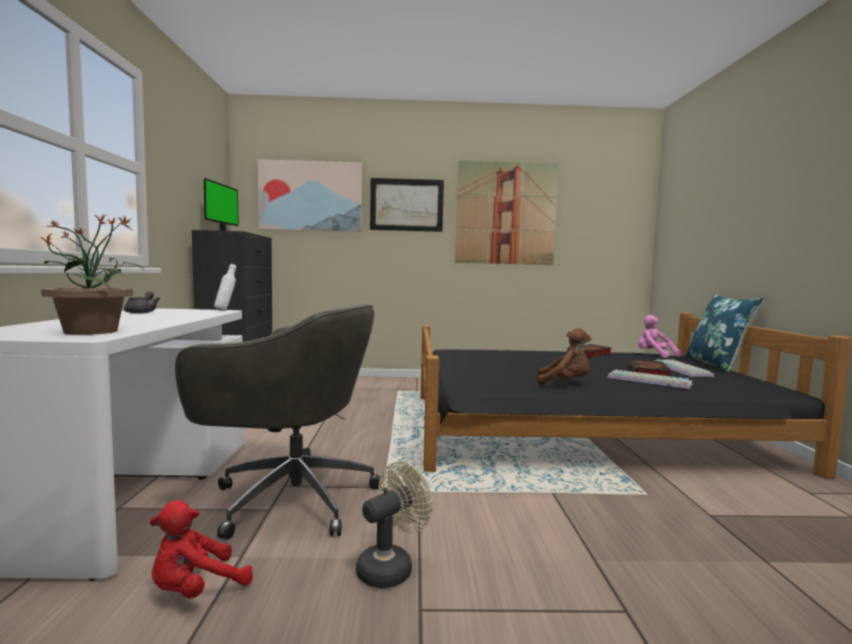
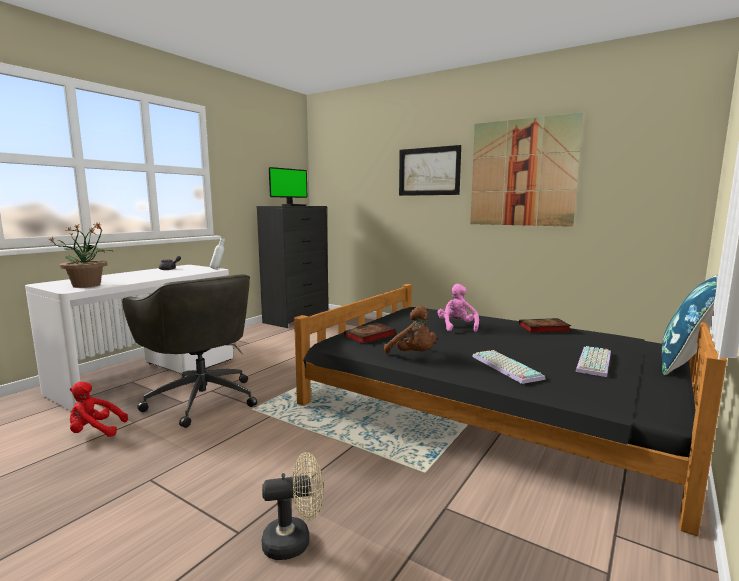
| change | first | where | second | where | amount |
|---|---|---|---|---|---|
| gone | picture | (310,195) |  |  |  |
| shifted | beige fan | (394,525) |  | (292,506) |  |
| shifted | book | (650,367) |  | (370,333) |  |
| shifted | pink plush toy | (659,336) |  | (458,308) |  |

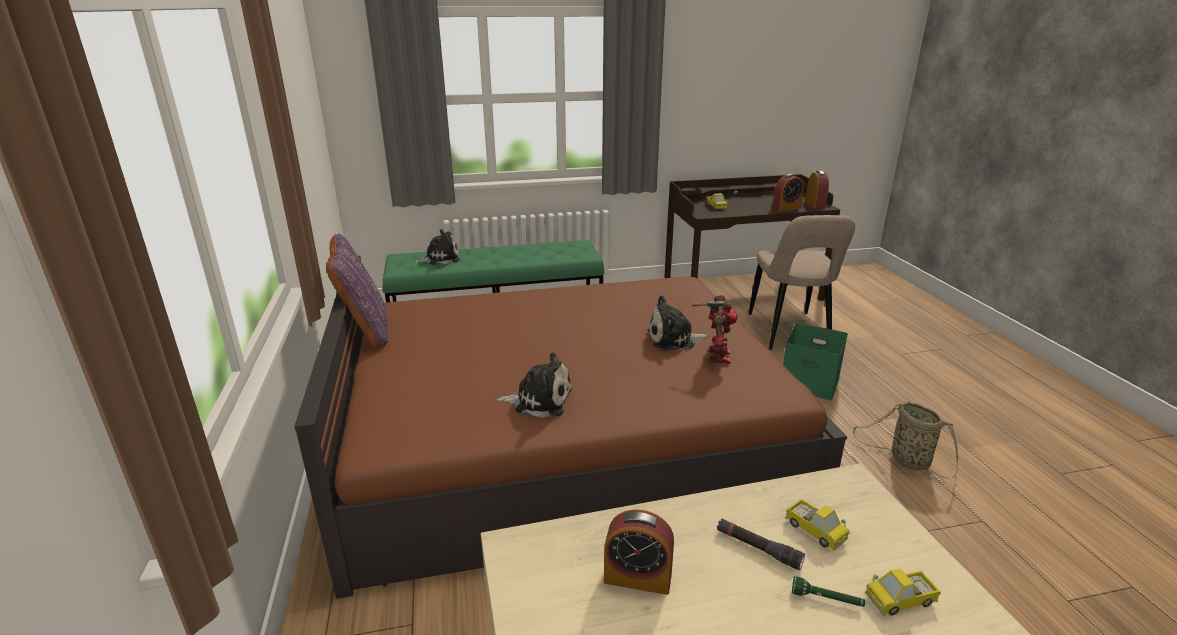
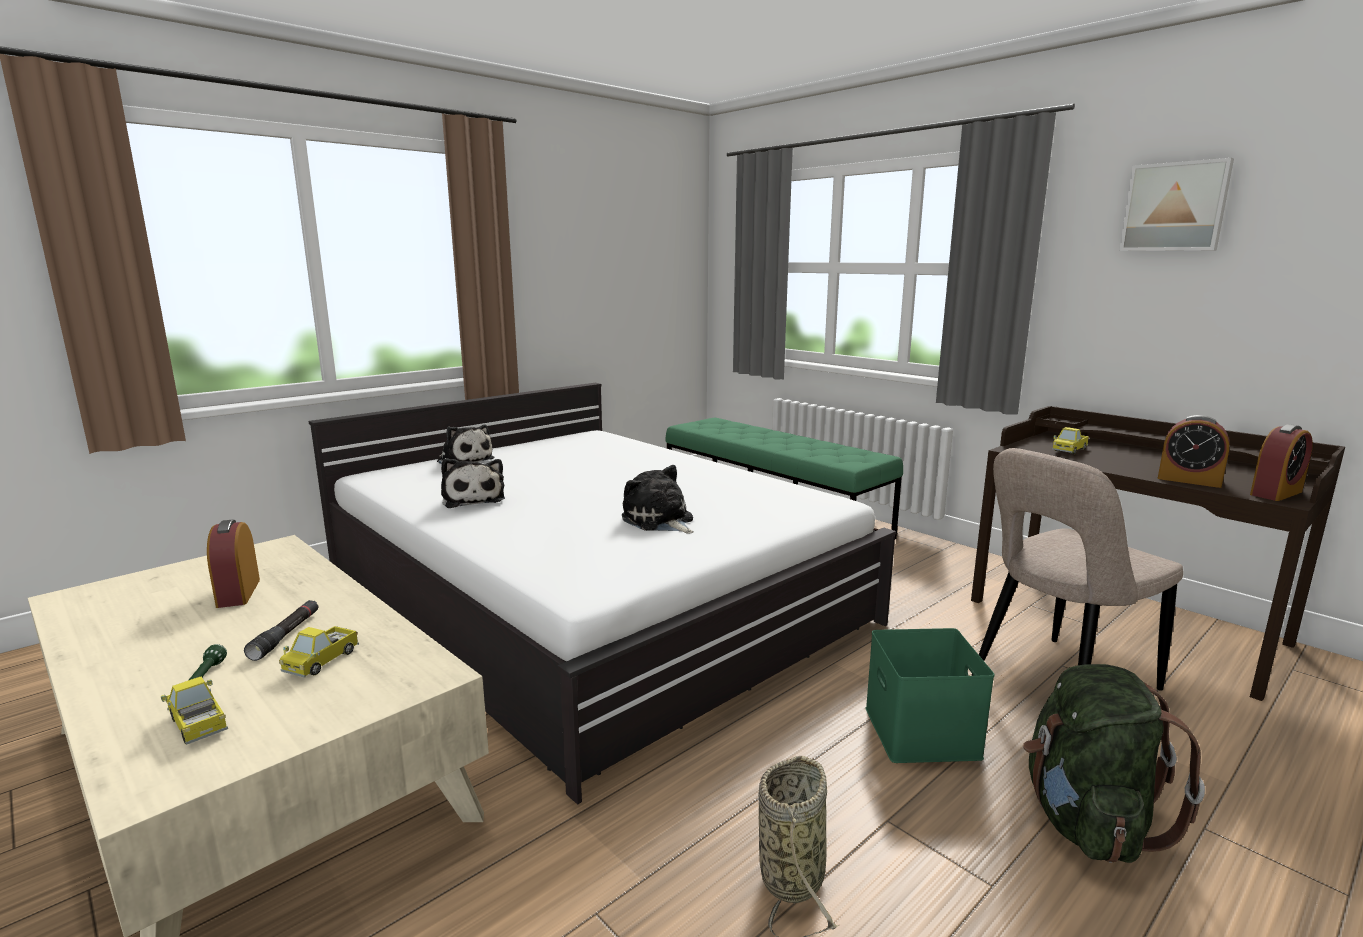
| change | first | where | second | where | amount |
|---|---|---|---|---|---|
| gone | purple pillow | (357,291) |  |  |  |
| gone | toy robot | (714,329) |  |  |  |
| new |  |  | green backpack | (1114,763) |  |
| new |  |  | picture | (1176,204) |  |
| shifted | plush toy | (437,247) |  | (465,444) |  |
| repainted | brown bed | (570,427) | white bed | (602,594) |  |

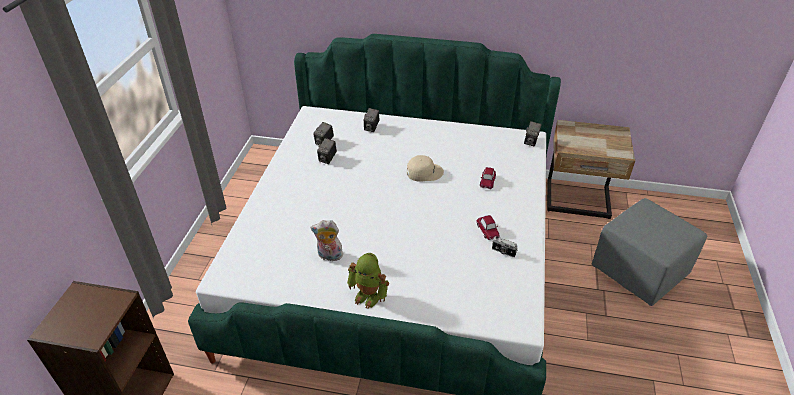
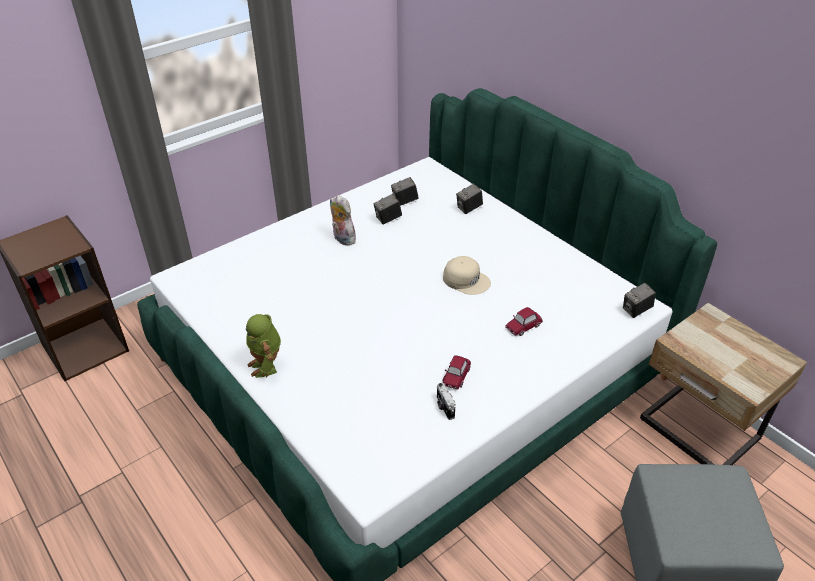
| change | first | where | second | where | amount |
|---|---|---|---|---|---|
| shifted | plush toy | (326,240) |  | (343,220) |  |

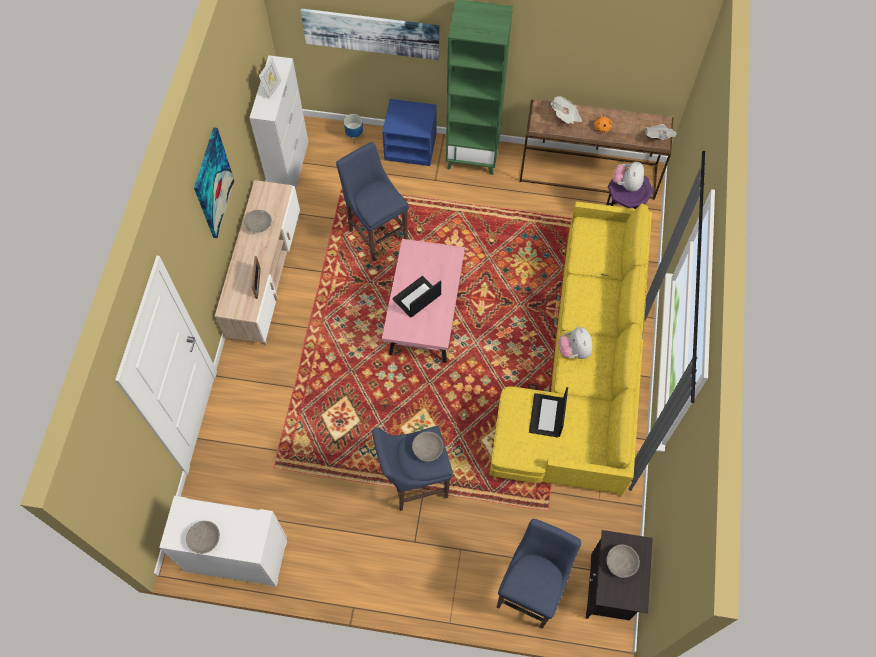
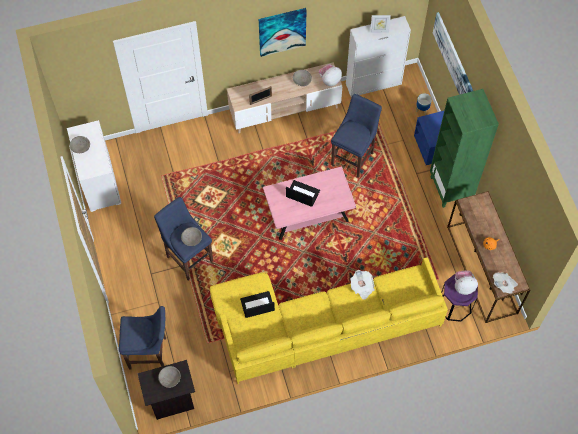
| change | first | where | second | where | amount |
|---|---|---|---|---|---|
| shifted | newspaper | (566,110) |  | (362,285) |  |
| shifted | plush toy | (575,343) |  | (330,75) |  |

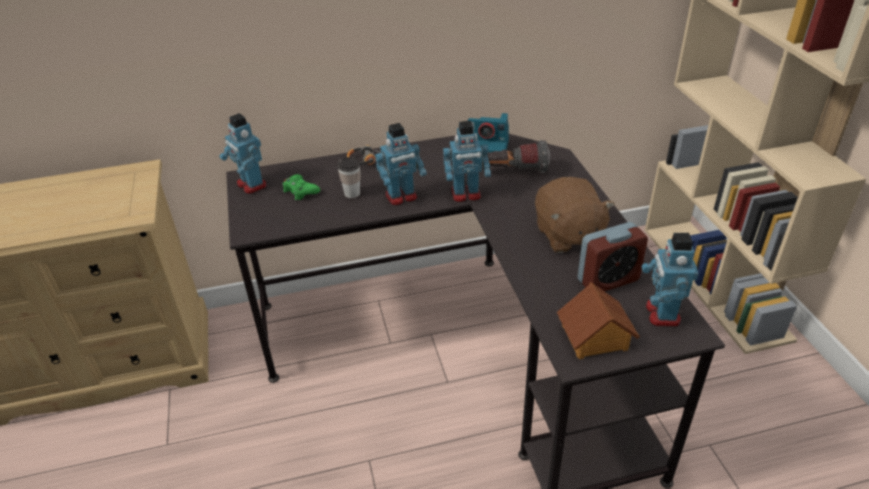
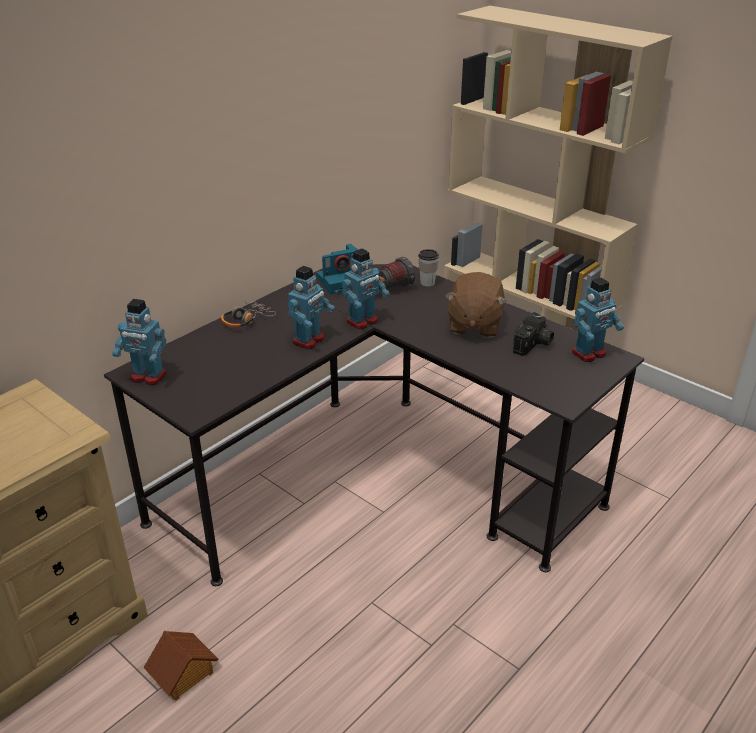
| change | first | where | second | where | amount |
|---|---|---|---|---|---|
| gone | green game controller | (301,187) |  |  |  |
| shifted | cup | (348,177) |  | (428,268) |  |
| shifted | toy house | (598,320) |  | (180,665) |  |
| swapped | alarm clock | (612,256) | photo camera | (533,335) |  |
| rotated | brown plush toy | (574,215) |  | (476,305) | 60 degrees clockwise |
| rotated | toy robot | (670,280) |  | (598,320) | 90 degrees counterclockwise |

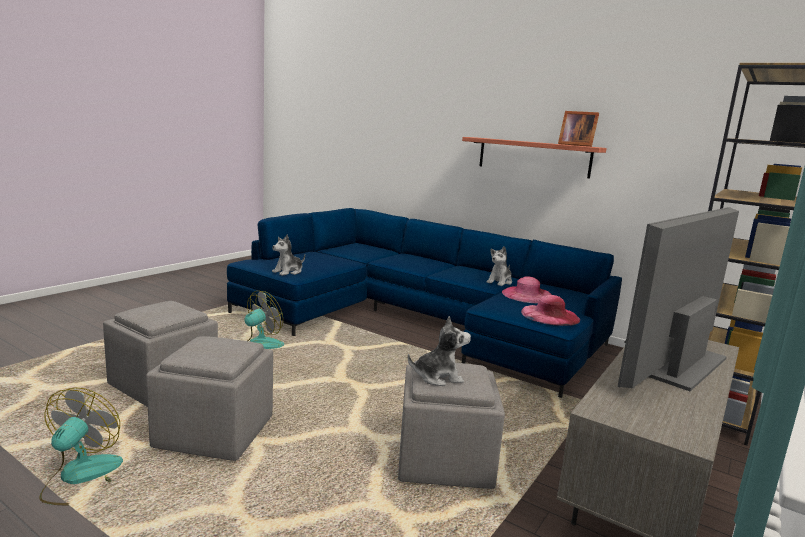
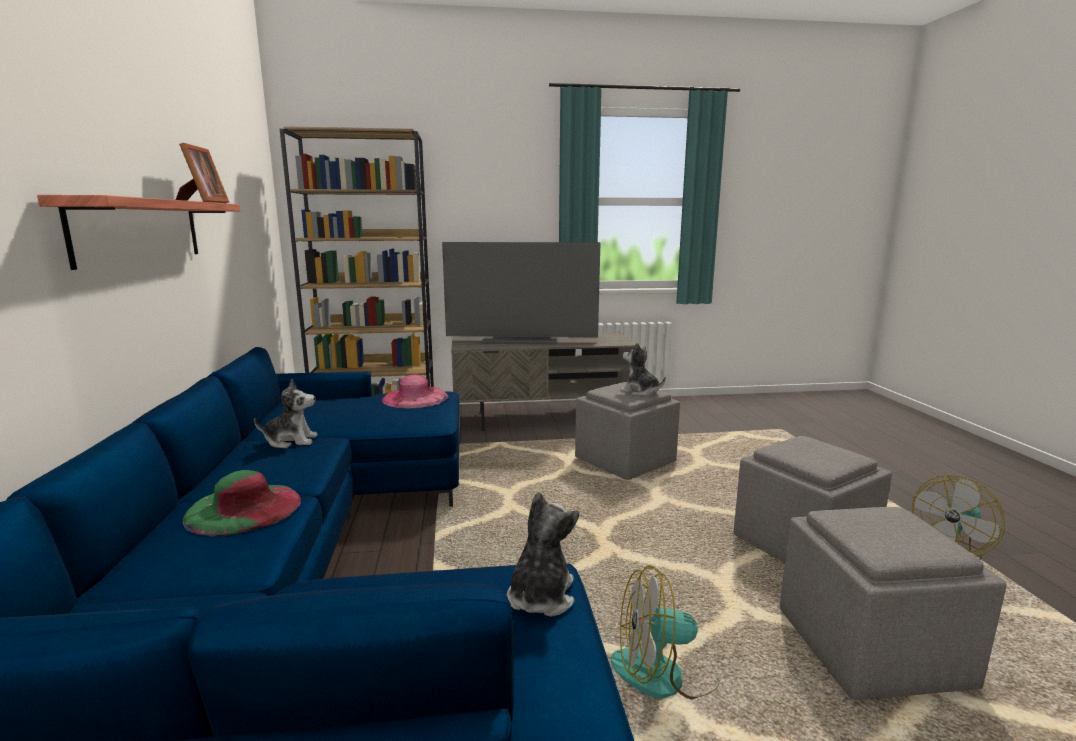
| change | first | where | second | where | amount |
|---|---|---|---|---|---|
| gone | pink hat | (527,290) |  |  |  |
| new |  |  | green hat | (242,503) |  |
| rotated | plush toy | (288,255) |  | (543,554) | 75 degrees counterclockwise |

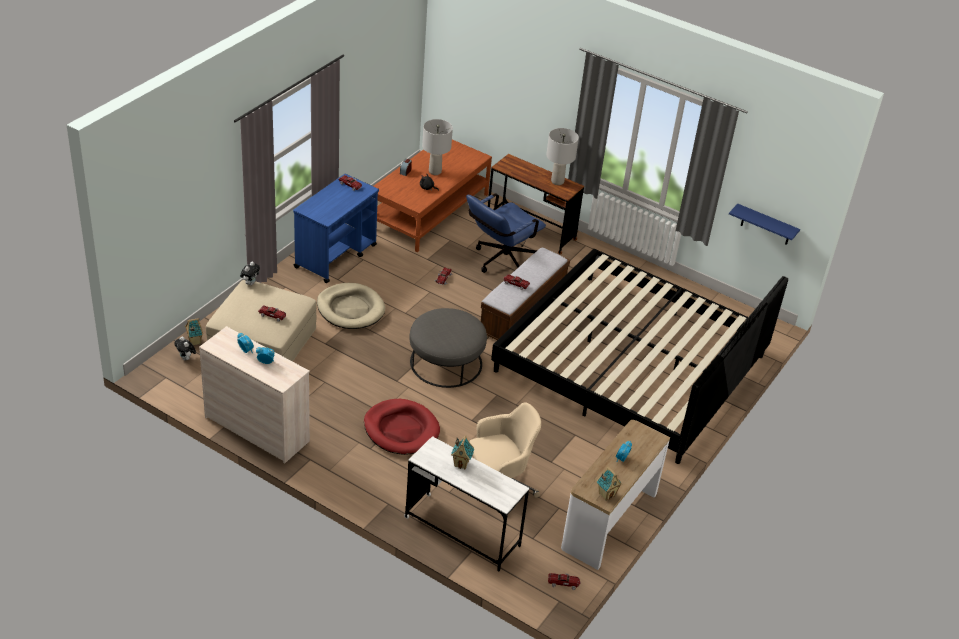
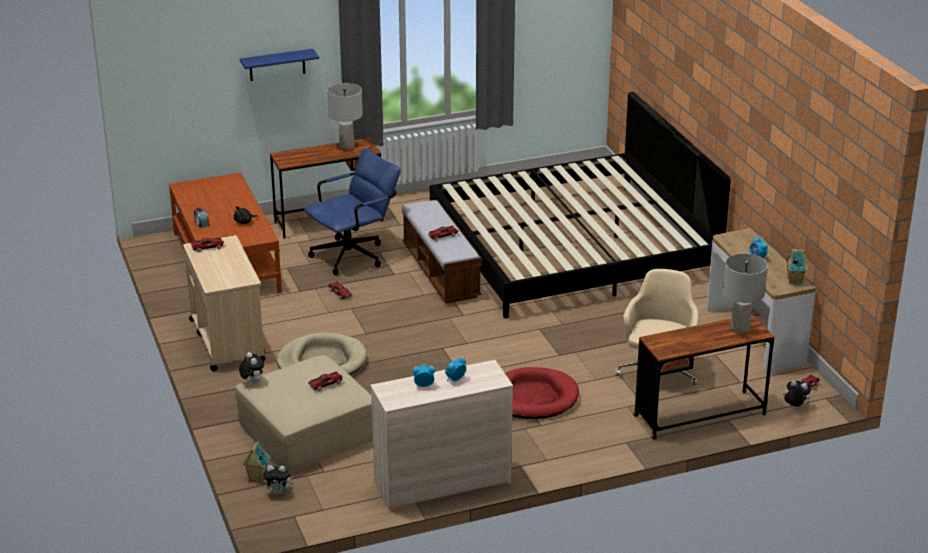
| change | first | where | second | where | amount |
|---|---|---|---|---|---|
| gone | grey ottoman | (448,348) |  |  |  |
| gone | toy house | (463,452) |  |  |  |
| new |  |  | plush toy | (797,394) |  |
| shifted | grey table lamp | (437,147) |  | (745,294) |  |
| shifted | blue shelf | (764,224) |  | (279,65) |  |
| repainted | blue cart | (336,228) | beige cart | (224,303) |  |
| repainted | white desk | (466,503) | brown desk | (703,377) |  |
| rotated | blue office chair | (506,233) |  | (352,211) | 120 degrees counterclockwise |

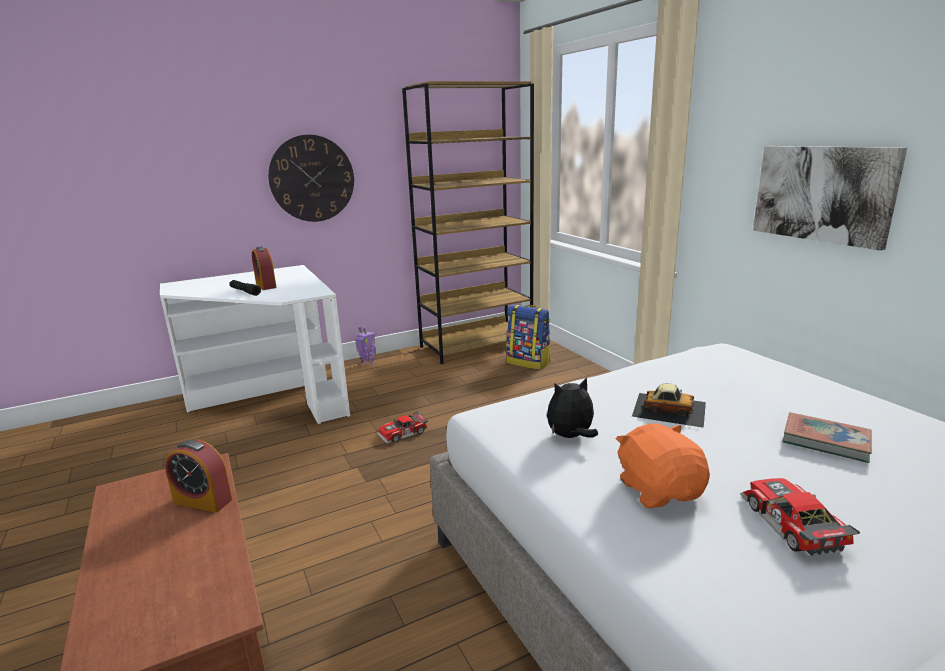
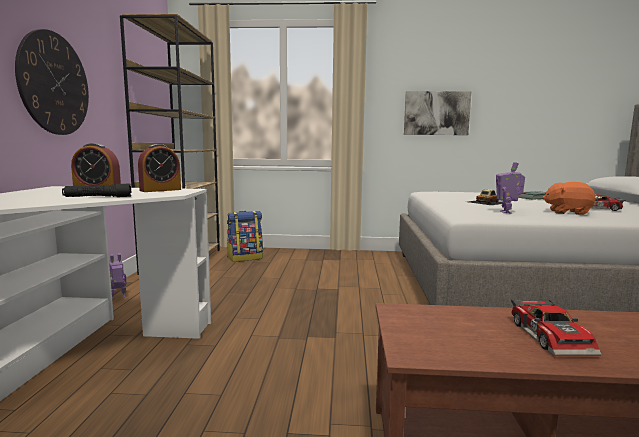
| change | first | where | second | where | amount |
|---|---|---|---|---|---|
| shifted | alarm clock | (199,476) |  | (159,168) |  |
| shifted | toy car | (402,428) |  | (556,328) |  |
| swapped | plush toy | (572,407) | toy robot | (510,188) |  |

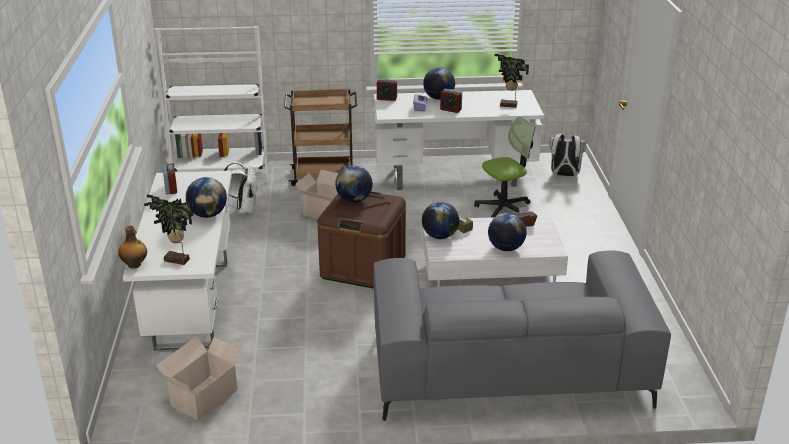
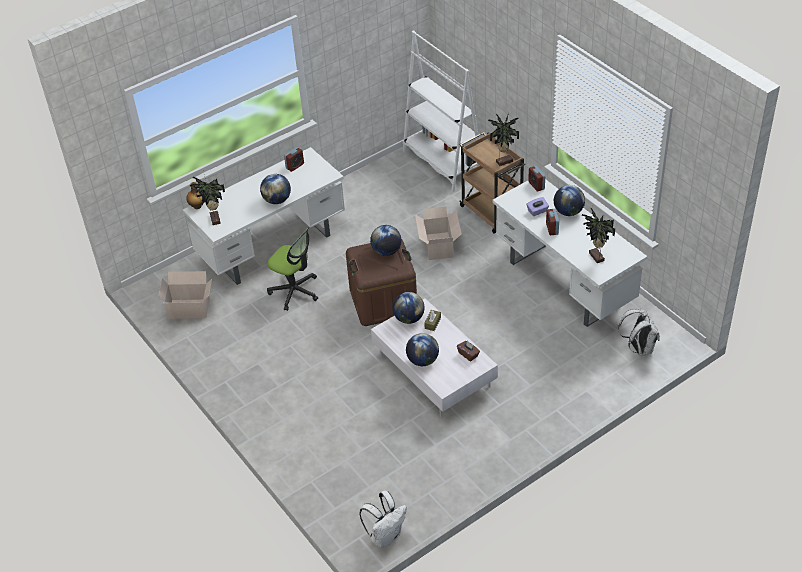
| change | first | where | second | where | amount |
|---|---|---|---|---|---|
| gone | grey sofa | (522,335) |  |  |  |
| new |  |  | potted plant | (503,139) |  |
| shifted | white backpack | (241,187) |  | (383,519) |  |
| shifted | office chair | (504,166) |  | (292,269) |  |

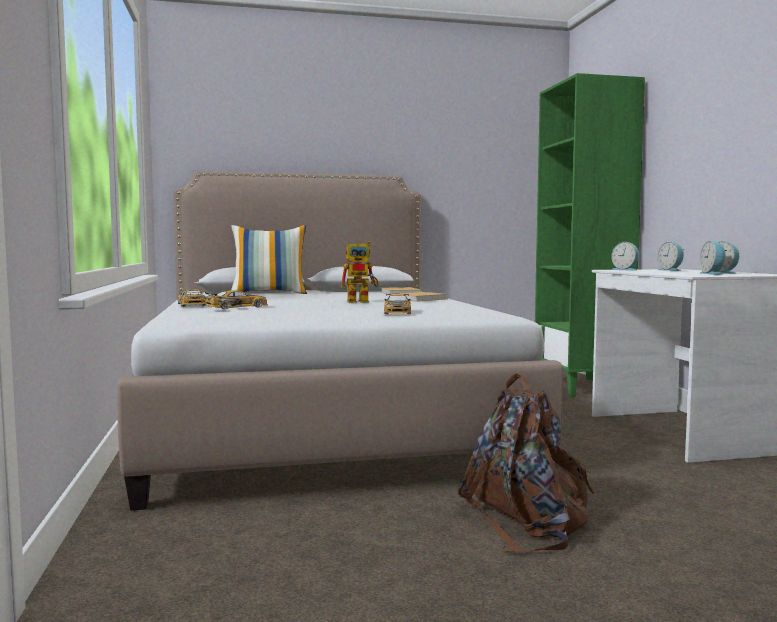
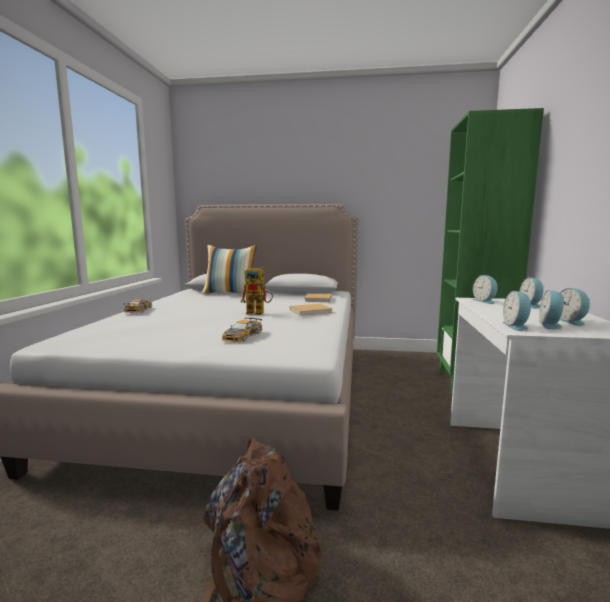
| change | first | where | second | where | amount |
|---|---|---|---|---|---|
| gone | toy car | (236,299) |  |  |  |
| new |  |  | alarm clock | (516,311) |  |

